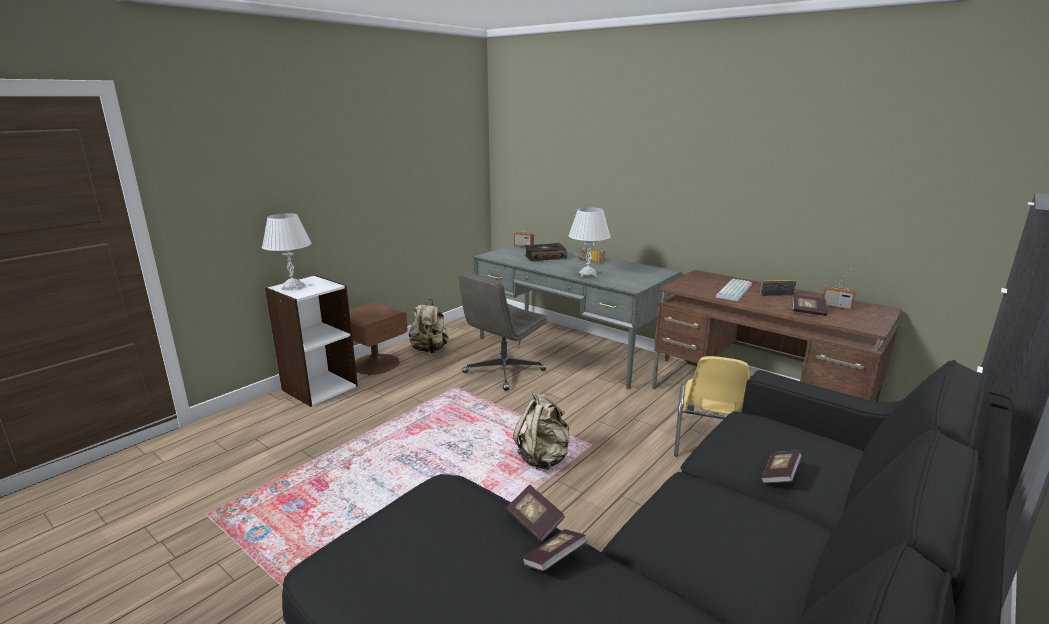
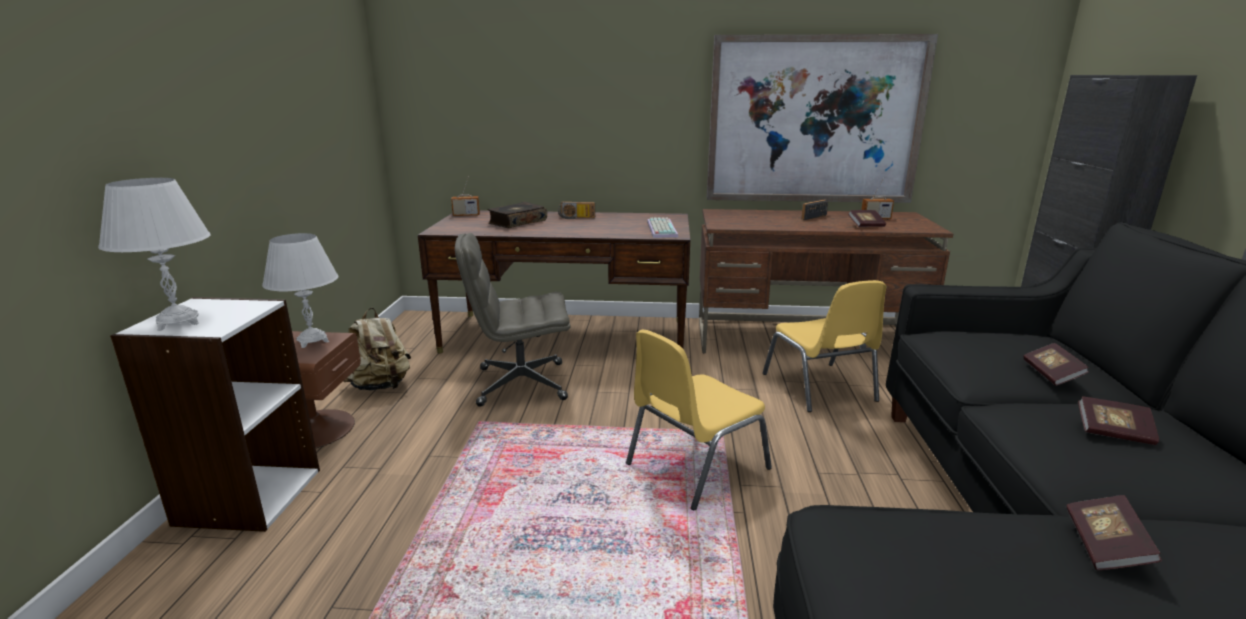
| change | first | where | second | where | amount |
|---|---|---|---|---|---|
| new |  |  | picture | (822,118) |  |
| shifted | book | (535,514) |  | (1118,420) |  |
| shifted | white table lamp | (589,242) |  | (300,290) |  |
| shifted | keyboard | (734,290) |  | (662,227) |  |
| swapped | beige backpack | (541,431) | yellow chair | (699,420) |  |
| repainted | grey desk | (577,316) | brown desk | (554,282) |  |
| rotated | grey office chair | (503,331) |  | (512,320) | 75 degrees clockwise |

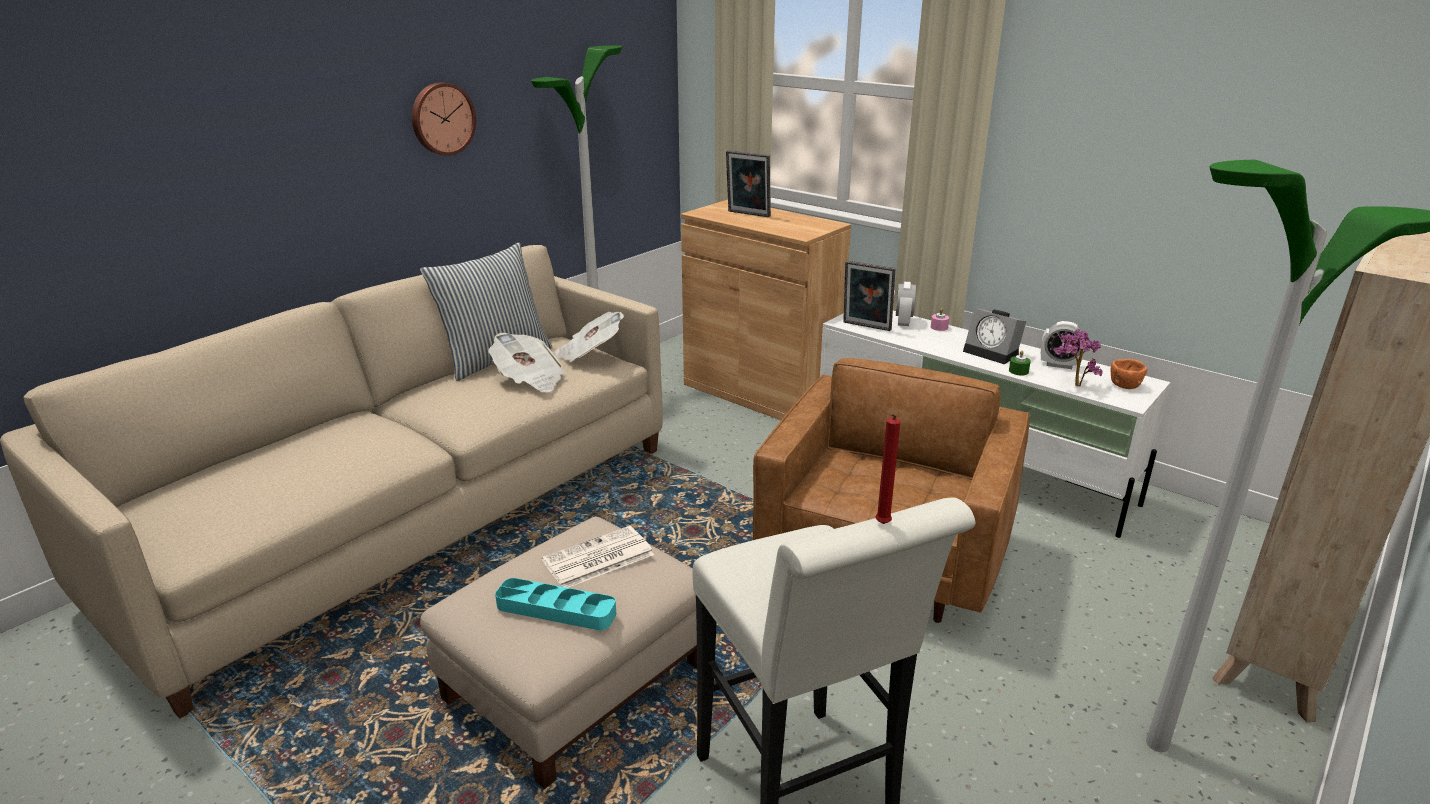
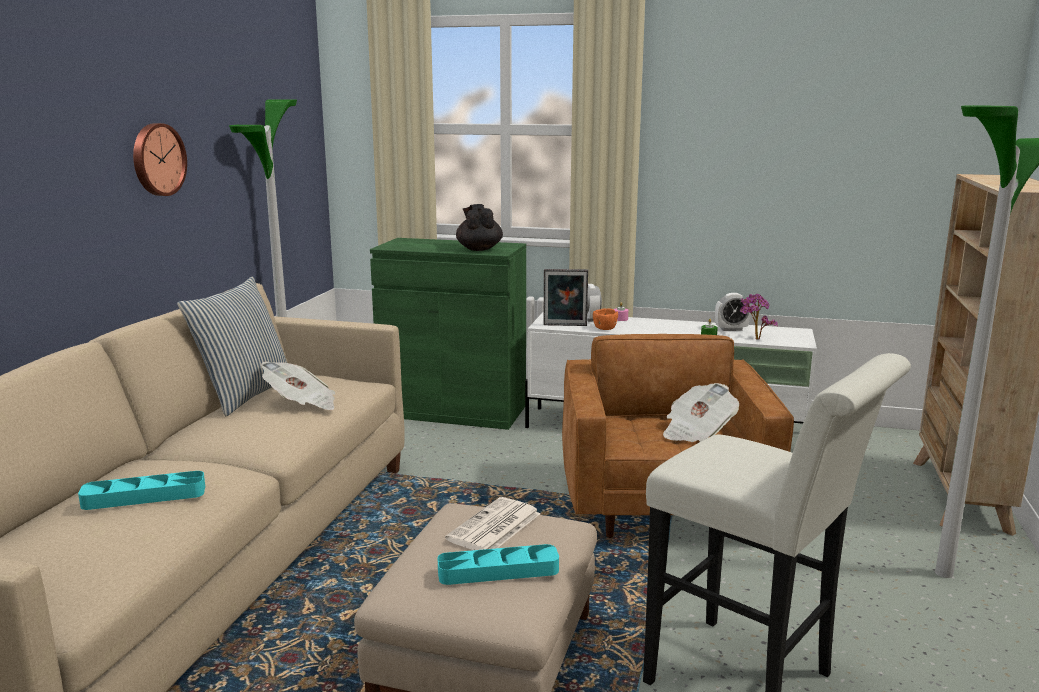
| change | first | where | second | where | amount |
|---|---|---|---|---|---|
| gone | picture frame | (748,183) |  |  |  |
| gone | red candle | (888,469) |  |  |  |
| gone | alarm clock | (995,336) |  |  |  |
| new |  |  | turquoise tray | (141,490) |  |
| new |  |  | black teapot | (479,227) |  |
| shifted | newspaper | (589,337) |  | (701,412) |  |
| shifted | orange bowl | (1129,374) |  | (605,319) |  |
| repainted | brown cabinet | (766,310) | green cabinet | (448,334) |  |

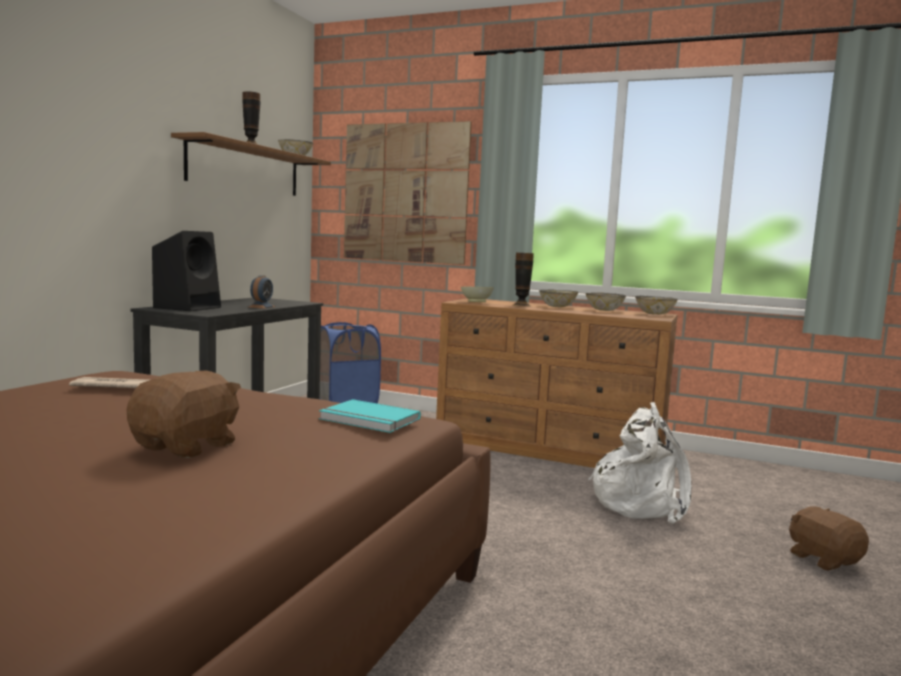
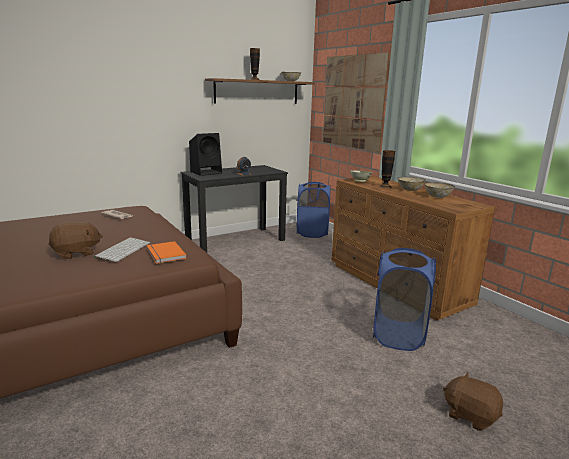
| change | first | where | second | where | amount |
|---|---|---|---|---|---|
| gone | bowl | (656,305) |  |  |  |
| new |  |  | keyboard | (121,249) |  |
| swapped | white backpack | (639,463) | blue laundry basket | (404,299) |  |
| repainted | turquoise book | (370,416) | orange book | (166,252) |  |
| rotated | brown plush toy | (829,538) |  | (473,401) | 60 degrees counterclockwise |

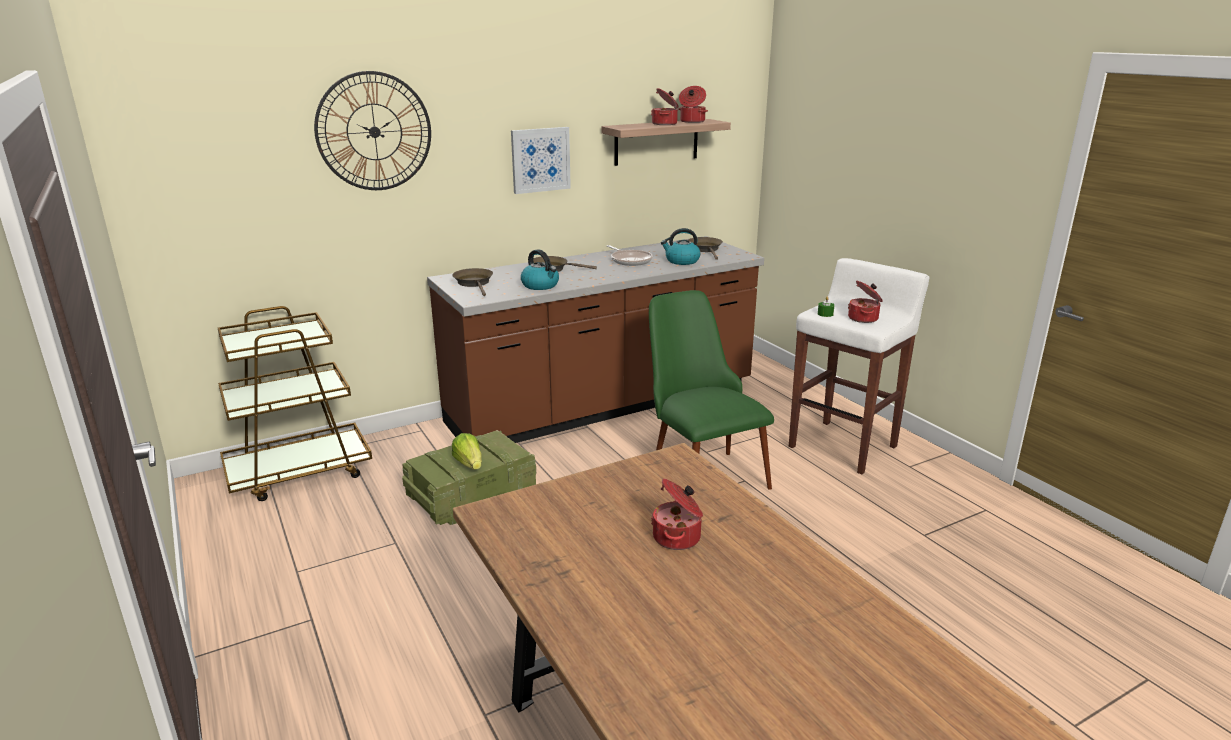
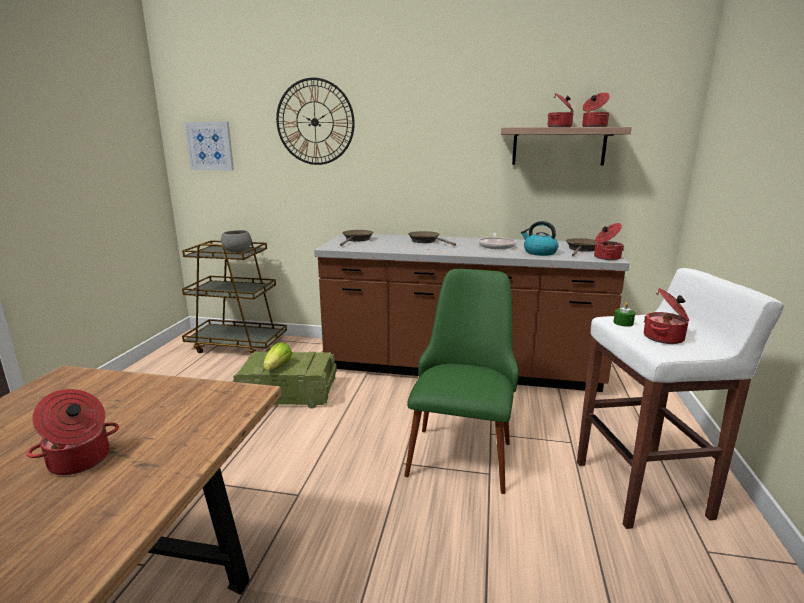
| change | first | where | second | where | amount |
|---|---|---|---|---|---|
| gone | kettle | (540,269) |  |  |  |
| new |  |  | grey bowl | (236,241) |  |
| new |  |  | cooking pot | (609,241) |  |
| shifted | picture | (541,160) |  | (209,146) |  |

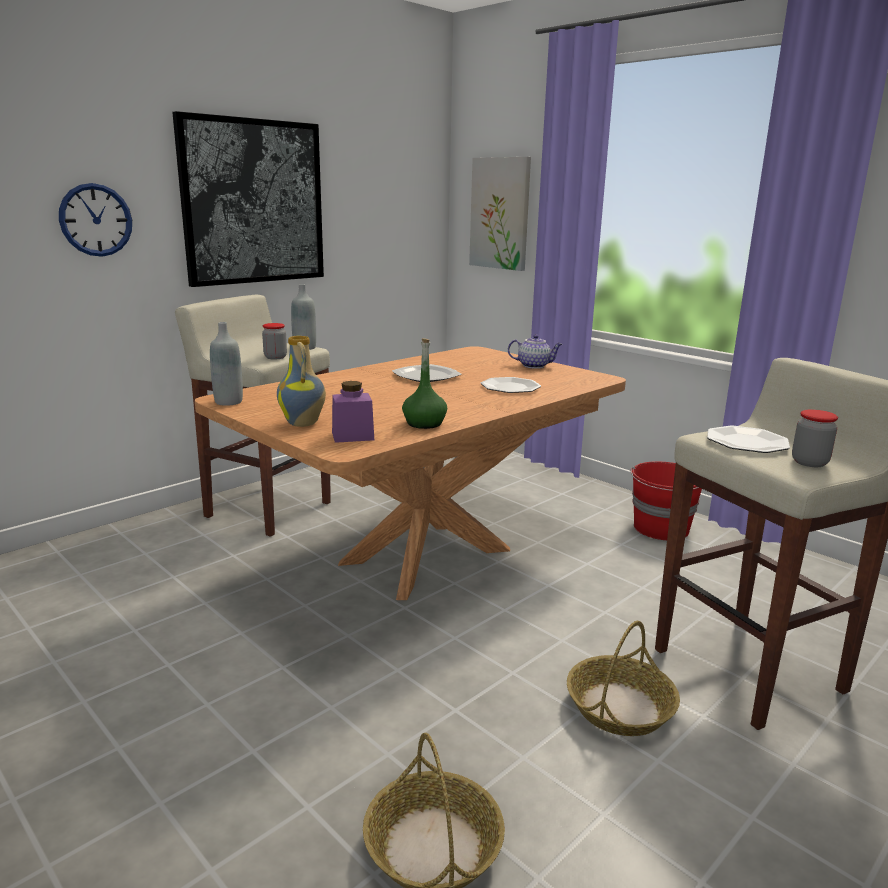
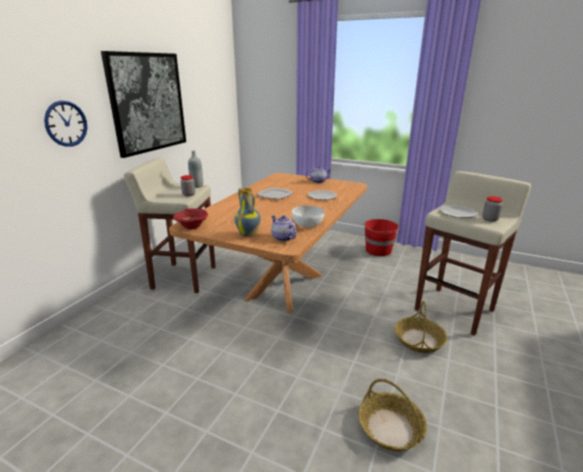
| change | first | where | second | where | amount |
|---|---|---|---|---|---|
| gone | picture | (500,214) |  |  |  |
| swapped | grey bottle | (226,364) | red bowl | (190,219) |  |
| swapped | purple jar | (353,412) | teapot | (284,228) |  |
| swapped | green bottle | (424,383) | white bowl | (308,217) |  |

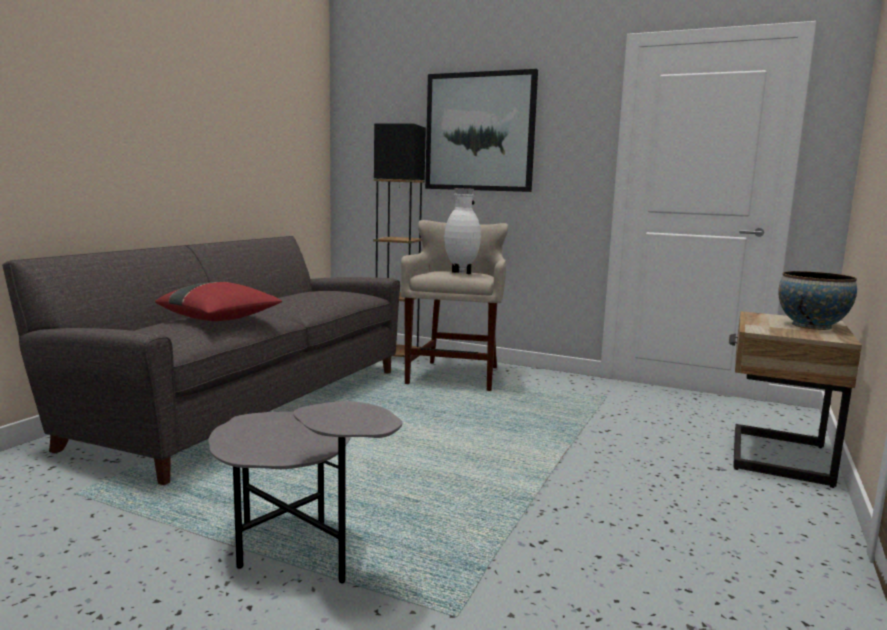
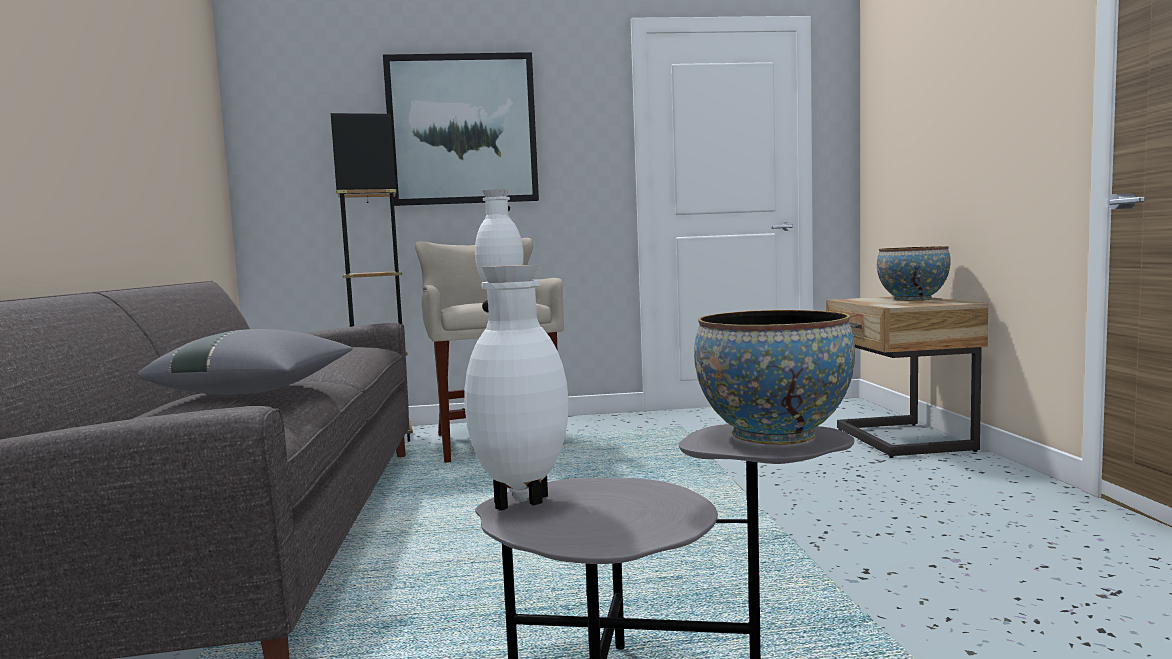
| change | first | where | second | where | amount |
|---|---|---|---|---|---|
| new |  |  | white vase | (517,388) |  |
| new |  |  | bowl | (774,377) |  |
| repainted | red pillow | (218,301) | grey pillow | (245,362) |  |

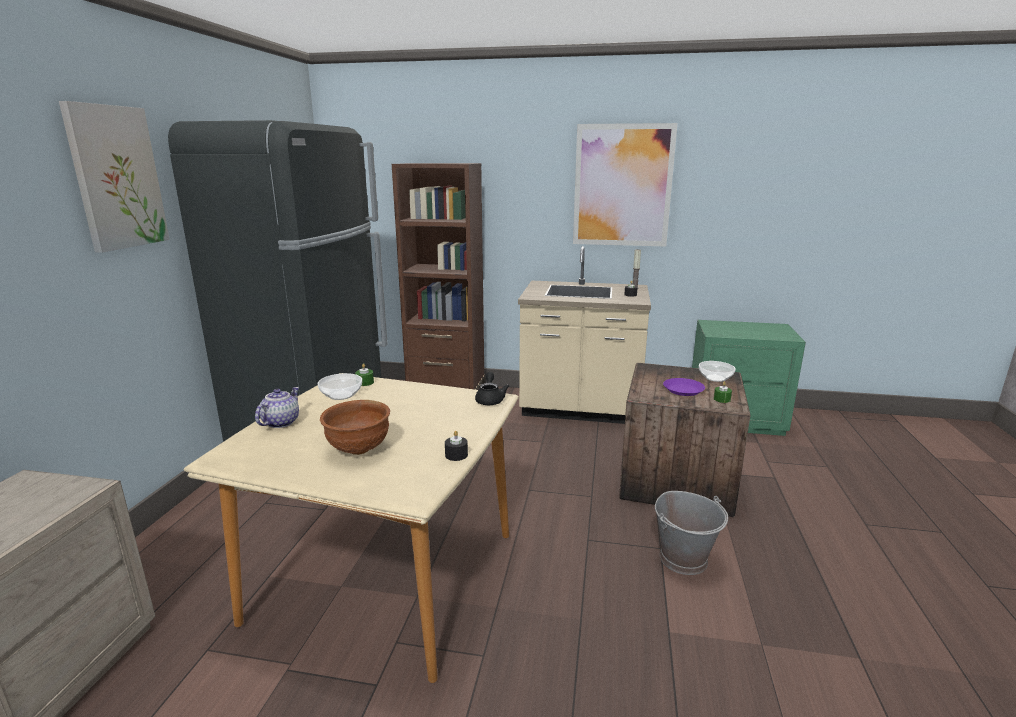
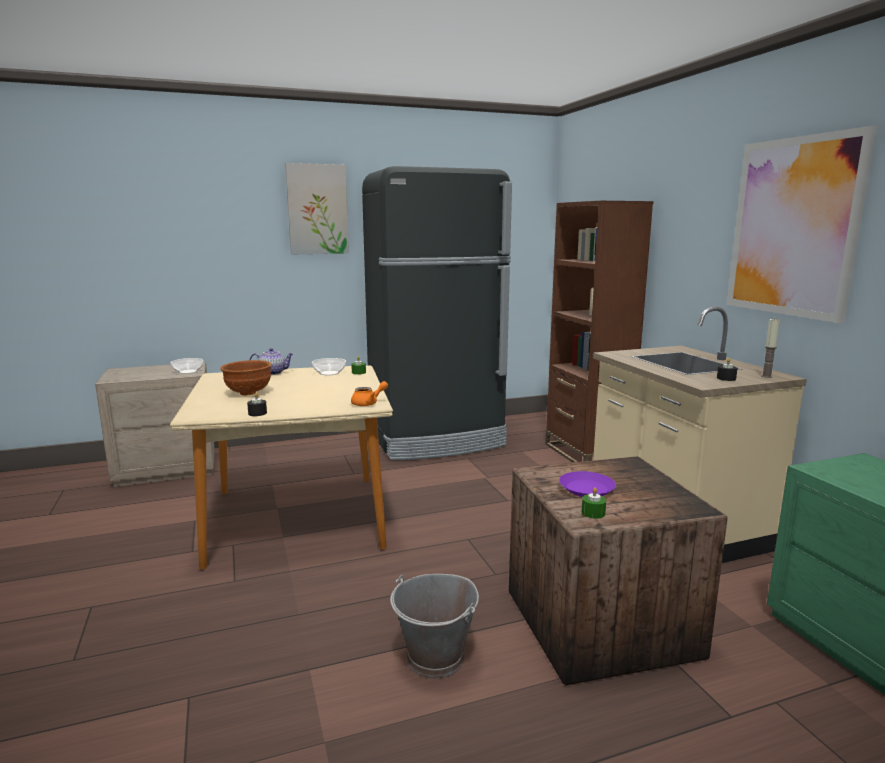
| change | first | where | second | where | amount |
|---|---|---|---|---|---|
| shifted | bowl | (717,371) |  | (186,366) |  |
| repainted | black teapot | (492,388) | orange teapot | (369,393) |  |

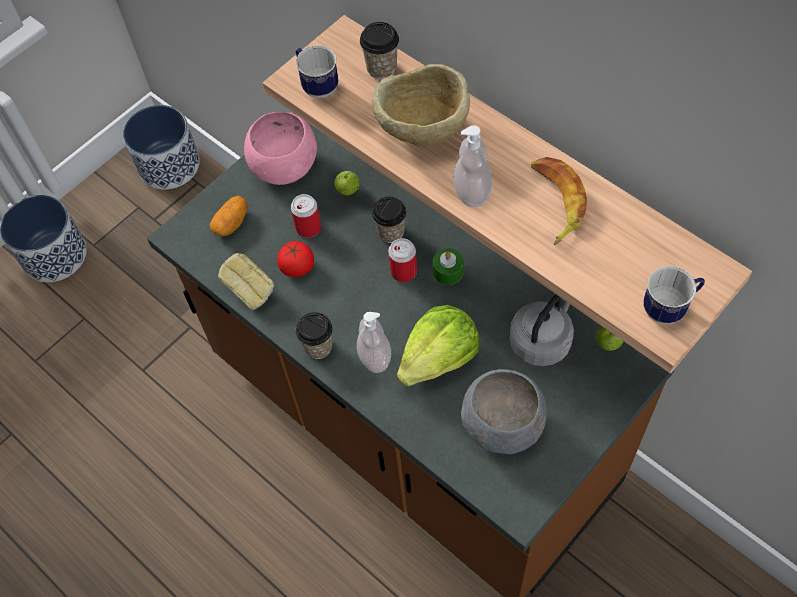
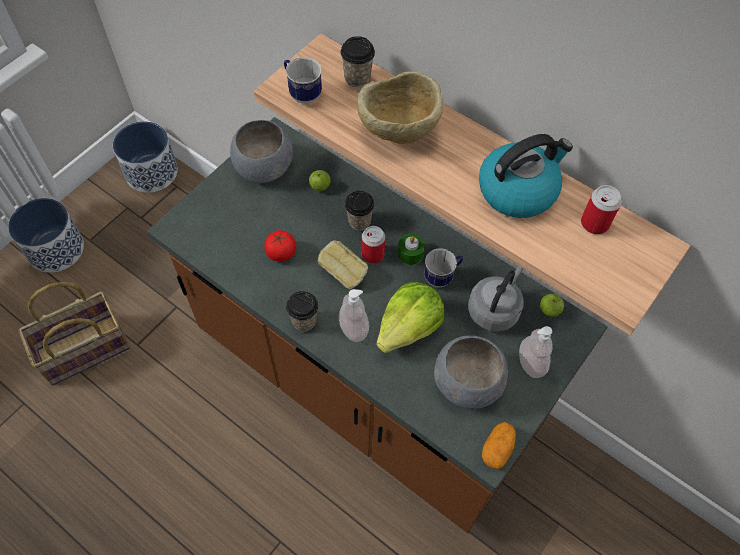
| change | first | where | second | where | amount |
|---|---|---|---|---|---|
| new |  |  | basket | (74,333) |  |
| shifted | potato | (229,216) |  | (499,445) |  |
| shifted | bread | (246,281) |  | (343,264) |  |
| shifted | can | (306,216) |  | (601,209) |  |
| shifted | soap dispenser | (472,166) |  | (536,352) |  |
| shifted | mug | (674,295) |  | (443,267) |  |
| swapped | banana | (559,201) | kettle | (526,176) |  |
| repainted | pink bowl | (280,148) | grey bowl | (261,151) |  |

